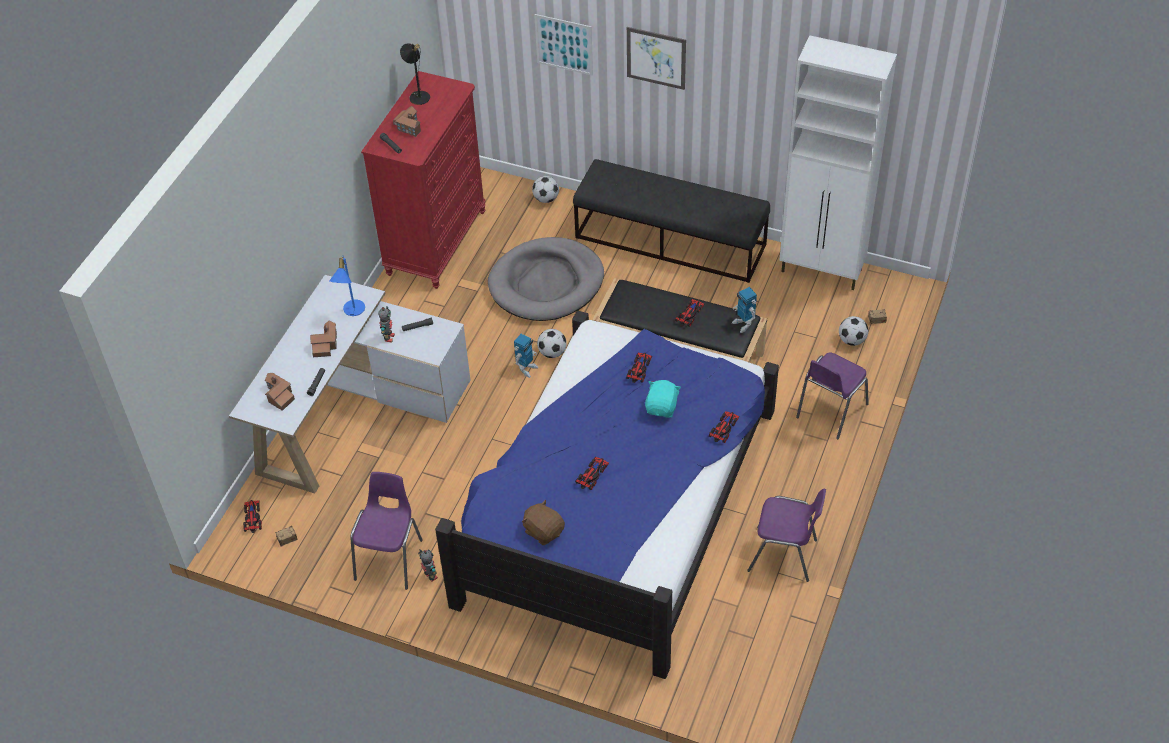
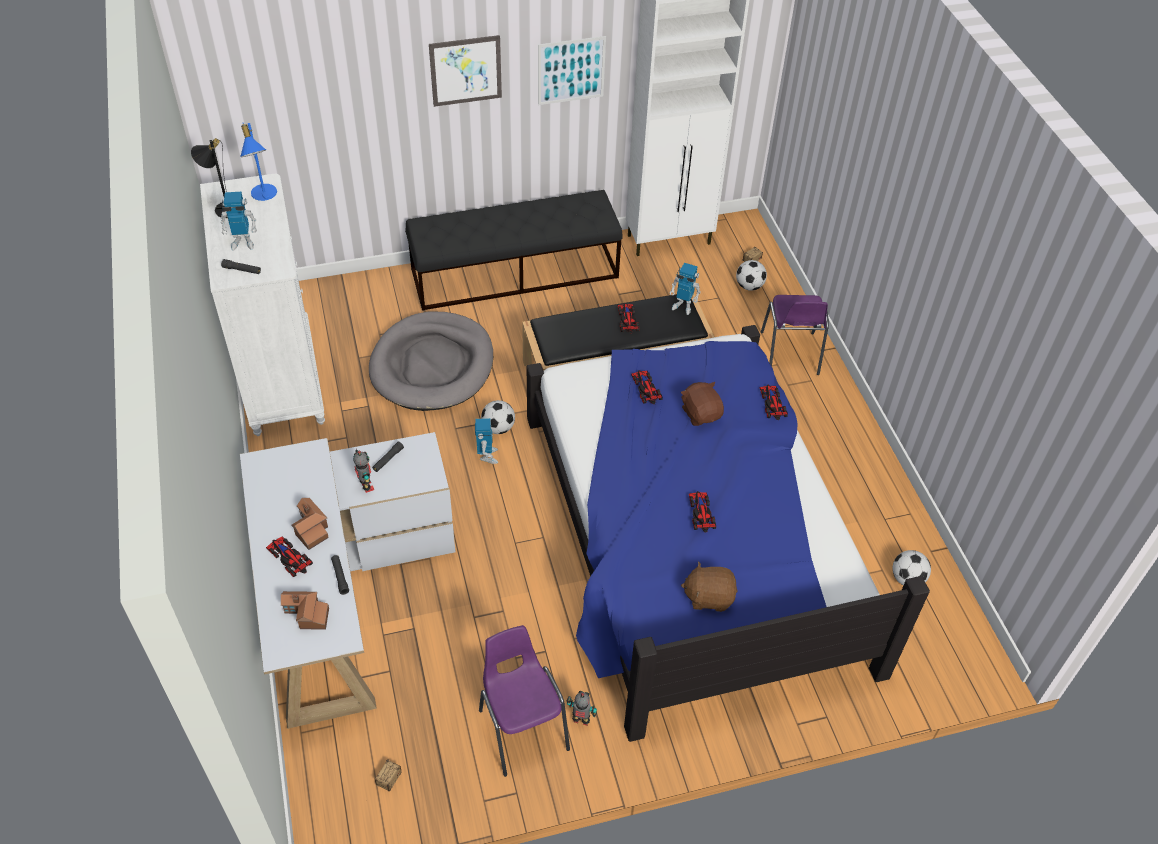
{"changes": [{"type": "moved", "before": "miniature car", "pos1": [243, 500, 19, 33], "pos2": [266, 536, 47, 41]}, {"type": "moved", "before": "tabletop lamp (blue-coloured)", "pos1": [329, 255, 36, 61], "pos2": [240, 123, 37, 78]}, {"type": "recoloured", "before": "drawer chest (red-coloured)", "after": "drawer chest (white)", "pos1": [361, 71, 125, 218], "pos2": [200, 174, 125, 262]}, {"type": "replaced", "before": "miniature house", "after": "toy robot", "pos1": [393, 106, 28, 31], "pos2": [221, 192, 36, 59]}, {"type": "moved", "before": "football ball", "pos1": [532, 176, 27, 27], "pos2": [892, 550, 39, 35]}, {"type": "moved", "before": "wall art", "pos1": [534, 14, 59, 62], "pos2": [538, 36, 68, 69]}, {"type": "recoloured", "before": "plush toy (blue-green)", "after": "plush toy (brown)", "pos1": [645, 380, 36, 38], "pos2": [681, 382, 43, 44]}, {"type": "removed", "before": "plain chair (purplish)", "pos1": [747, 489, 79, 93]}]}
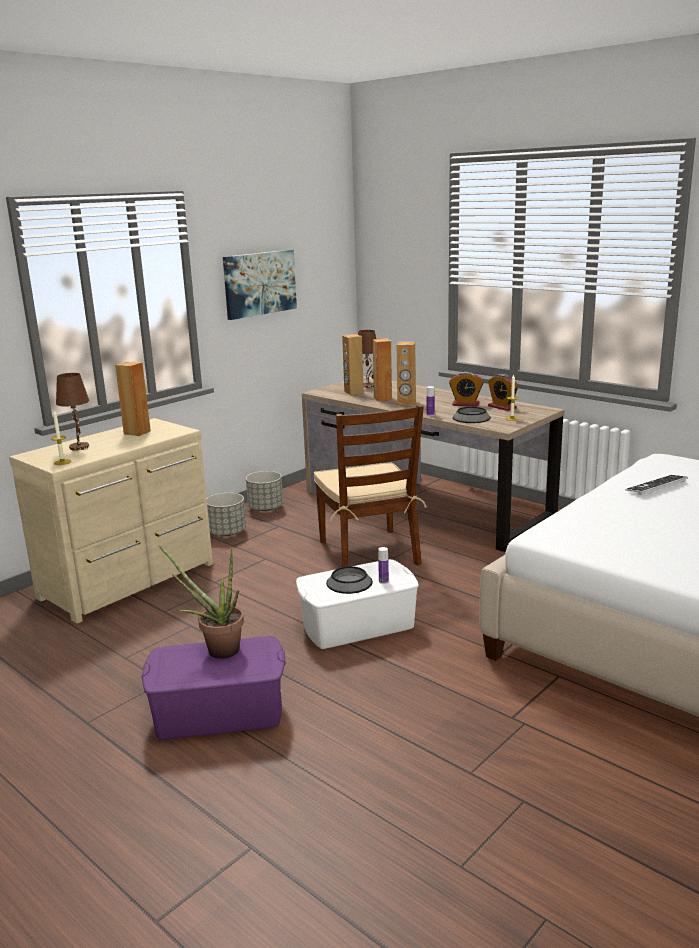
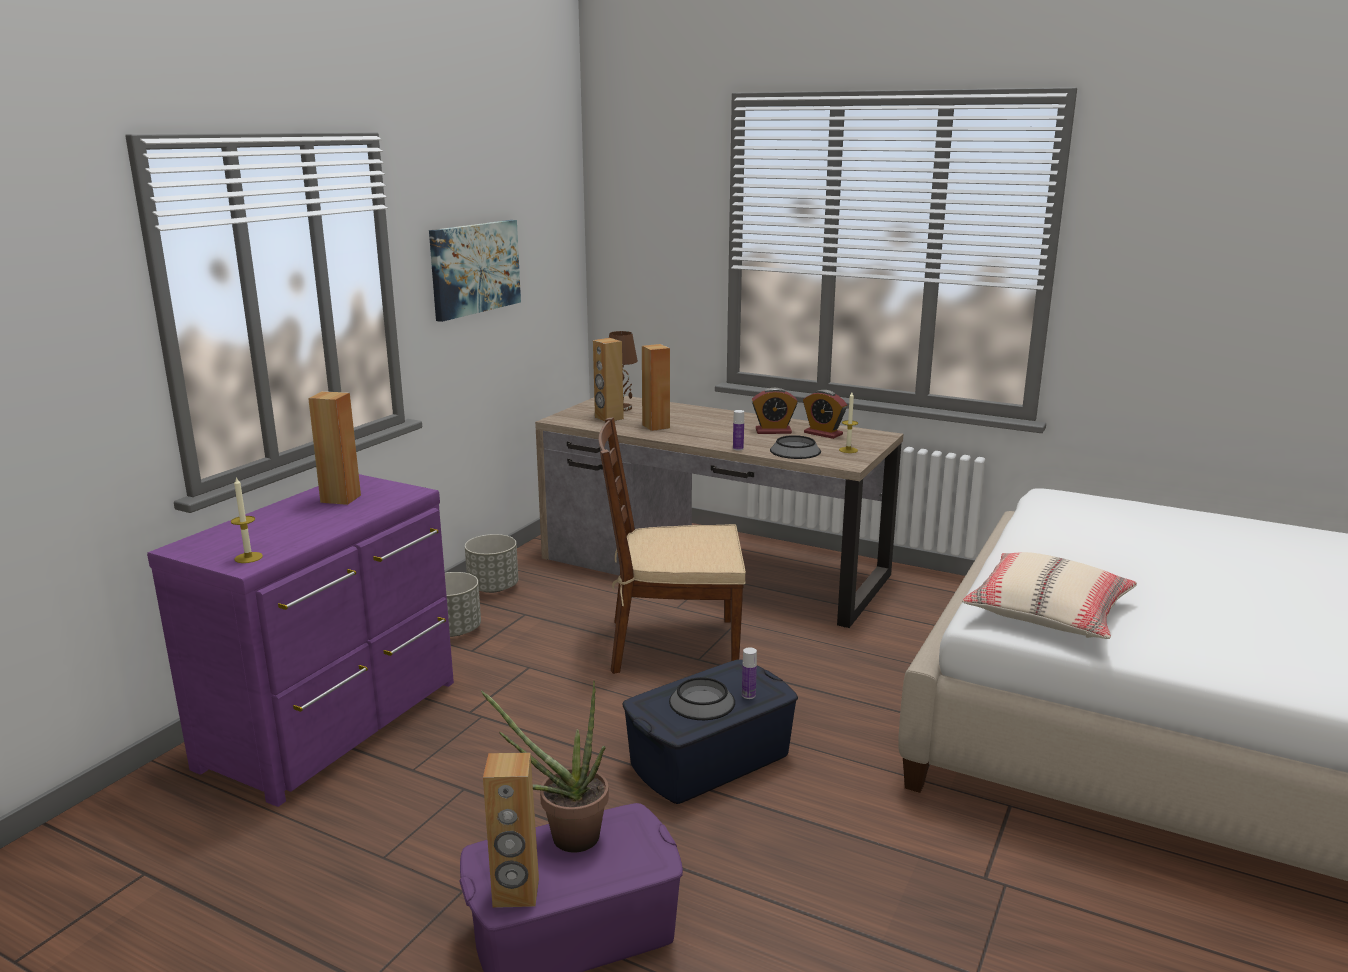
{"changes": [{"type": "recoloured", "before": "drawer chest (sand-coloured)", "after": "drawer chest (purplish)", "pos1": [9, 418, 204, 206], "pos2": [147, 474, 307, 333]}, {"type": "removed", "before": "tabletop lamp (brown)", "pos1": [56, 373, 33, 78]}, {"type": "recoloured", "before": "storage box (white)", "after": "storage box (blue-coloured)", "pos1": [296, 559, 123, 90], "pos2": [622, 659, 176, 145]}, {"type": "turned", "before": "plain chair (brown)", "pos1": [314, 405, 113, 162], "pos2": [598, 418, 148, 256], "turn": 120}, {"type": "moved", "before": "speaker (brown)", "pos1": [397, 342, 19, 63], "pos2": [483, 752, 56, 156]}, {"type": "removed", "before": "keyboard", "pos1": [625, 475, 63, 20]}, {"type": "added", "after": "throw pillow (sand-coloured)", "pos2": [962, 552, 175, 87]}]}
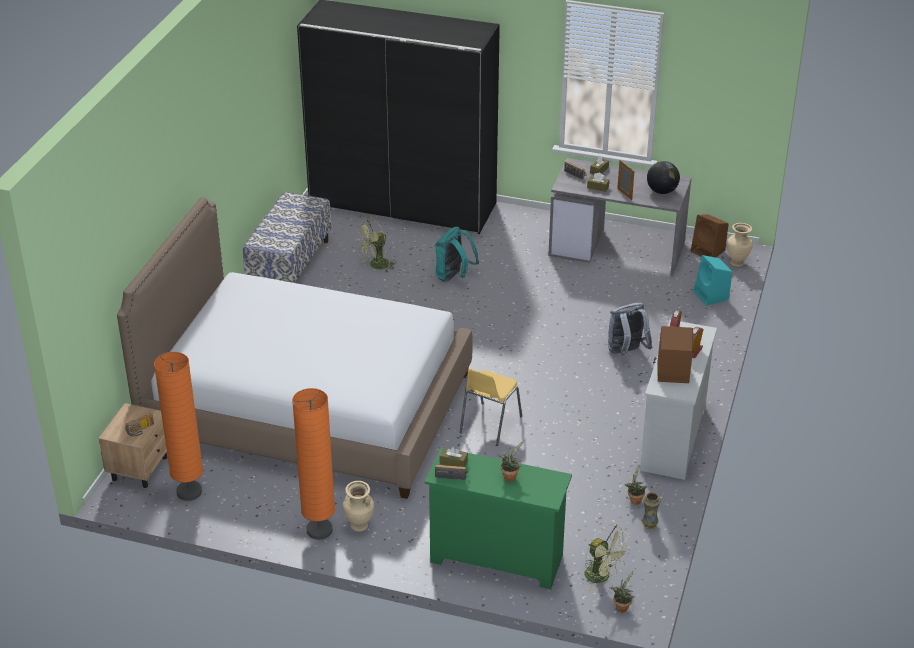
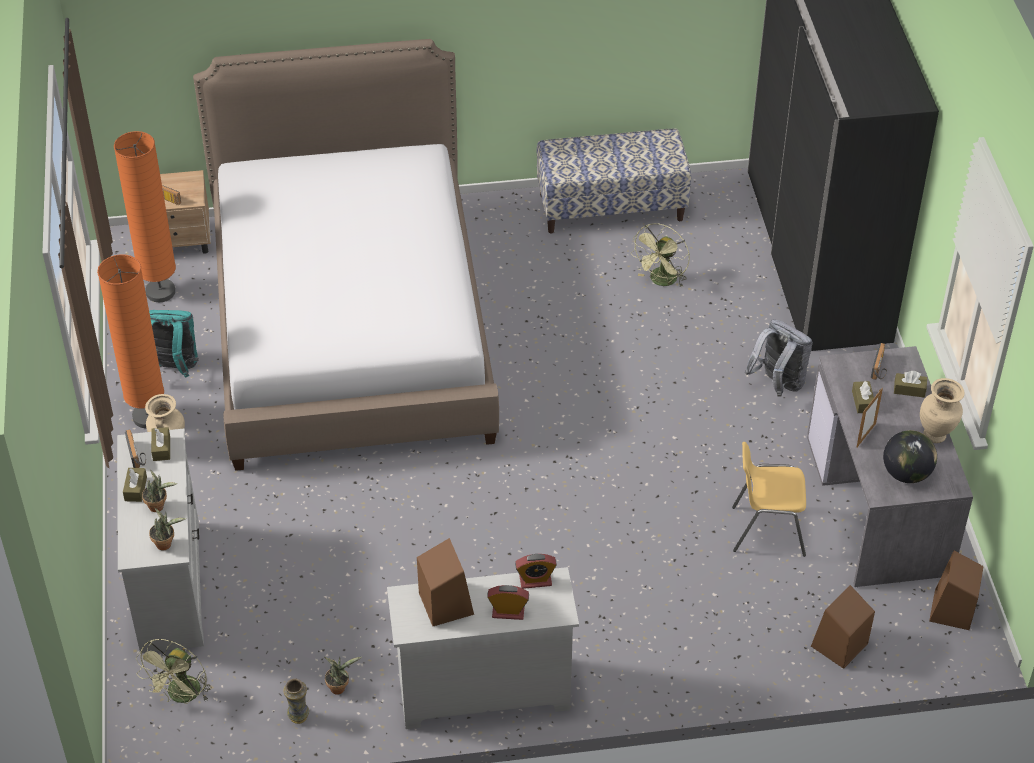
{"changes": [{"type": "turned", "before": "fan (greenish)", "pos1": [355, 219, 41, 53], "pos2": [631, 223, 59, 65], "turn": -90}, {"type": "recoloured", "before": "drawer chest (greenish)", "after": "drawer chest (white)", "pos1": [424, 447, 148, 142], "pos2": [117, 428, 87, 225]}, {"type": "moved", "before": "knapsack (blue-green)", "pos1": [435, 227, 44, 55], "pos2": [149, 310, 49, 67]}, {"type": "moved", "before": "plain chair (yellowish)", "pos1": [460, 369, 62, 77], "pos2": [732, 442, 74, 115]}, {"type": "moved", "before": "knapsack (gray)", "pos1": [608, 303, 45, 53], "pos2": [745, 319, 68, 78]}, {"type": "moved", "before": "plant in a pot", "pos1": [610, 571, 25, 41], "pos2": [149, 508, 37, 42]}, {"type": "recoloured", "before": "speaker (blue-green)", "after": "speaker (brown)", "pos1": [694, 255, 38, 51], "pos2": [811, 585, 64, 84]}, {"type": "moved", "before": "vase (sand-coloured)", "pos1": [727, 223, 26, 44], "pos2": [920, 378, 45, 65]}, {"type": "added", "after": "tissue holder (brown)", "pos2": [123, 468, 24, 34]}]}
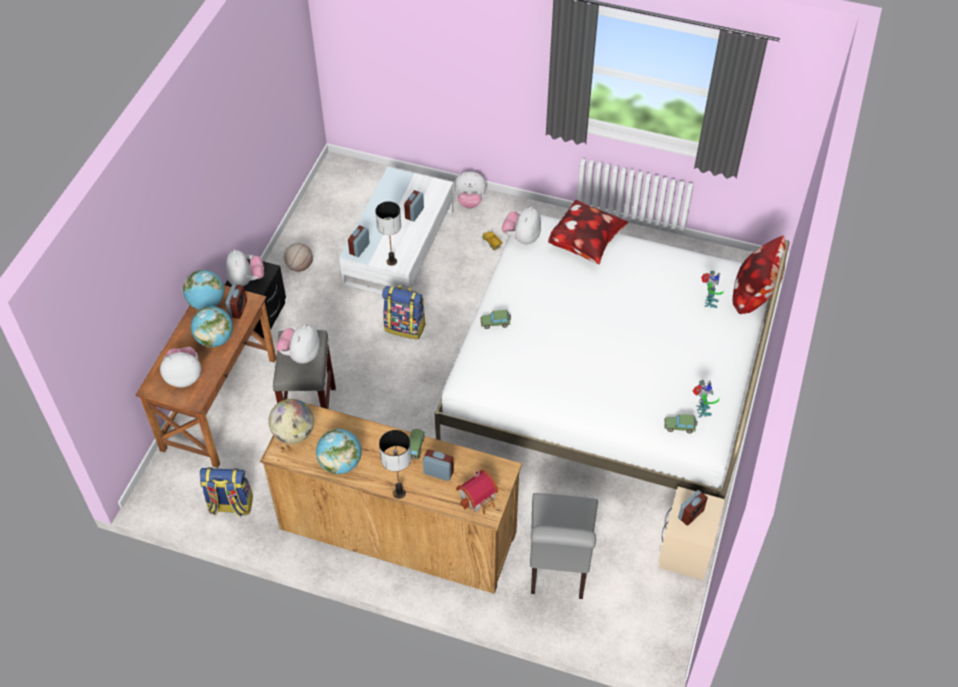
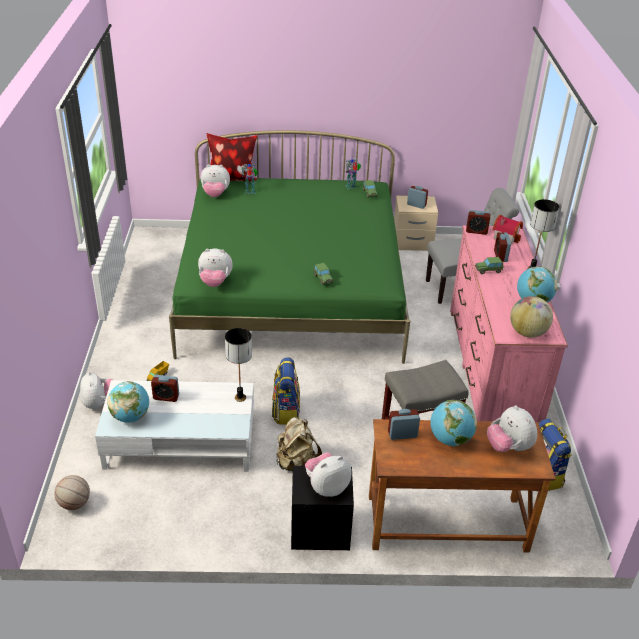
{"changes": [{"type": "moved", "before": "globe", "pos1": [183, 270, 41, 40], "pos2": [107, 381, 42, 42]}, {"type": "recoloured", "before": "drawer chest (brown)", "after": "drawer chest (pinkish)", "pos1": [260, 402, 262, 192], "pos2": [450, 225, 118, 198]}, {"type": "moved", "before": "plush toy", "pos1": [276, 324, 43, 40], "pos2": [201, 164, 29, 33]}, {"type": "moved", "before": "basketball", "pos1": [284, 243, 29, 29], "pos2": [54, 475, 36, 35]}, {"type": "moved", "before": "table clock", "pos1": [348, 225, 22, 32], "pos2": [466, 210, 24, 25]}, {"type": "recoloured", "before": "bedroom bed (white)", "after": "bedroom bed (greenish)", "pos1": [435, 215, 355, 284], "pos2": [169, 130, 241, 234]}, {"type": "removed", "before": "throw pillow", "pos1": [548, 200, 80, 64]}, {"type": "added", "after": "knapsack (sand-coloured)", "pos2": [276, 417, 46, 54]}]}
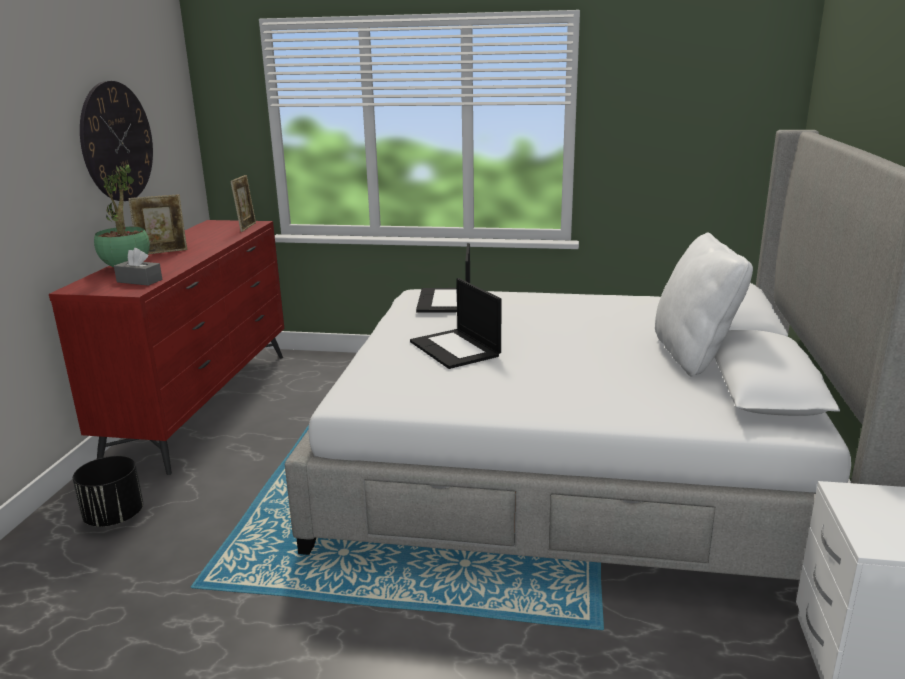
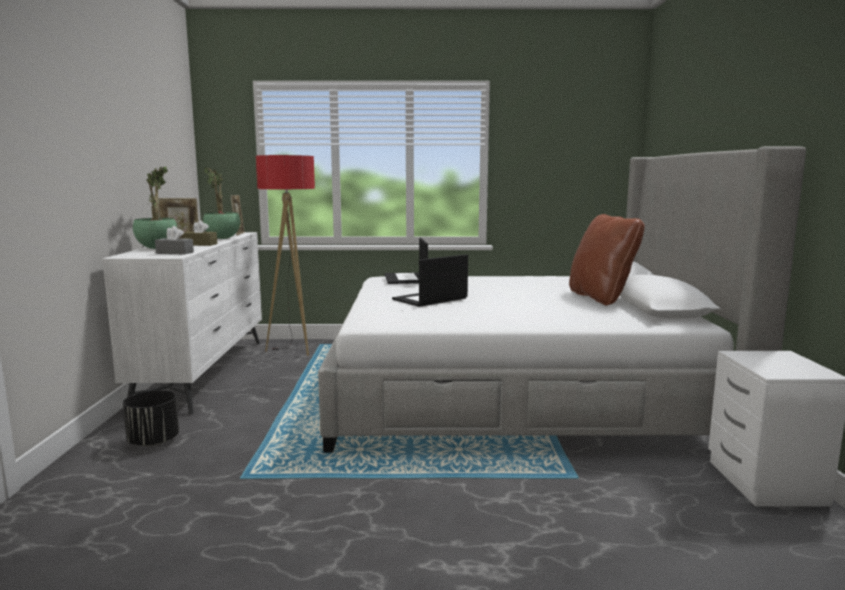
{"changes": [{"type": "recoloured", "before": "drawer chest (red-coloured)", "after": "drawer chest (white)", "pos1": [49, 220, 236, 255], "pos2": [102, 232, 160, 183]}, {"type": "removed", "before": "wall clock", "pos1": [80, 81, 73, 120]}, {"type": "turned", "before": "laptop", "pos1": [410, 278, 92, 91], "pos2": [392, 254, 76, 53], "turn": 90}, {"type": "recoloured", "before": "throw pillow (white)", "after": "throw pillow (brown)", "pos1": [655, 232, 98, 144], "pos2": [569, 214, 76, 92]}, {"type": "added", "after": "tissue holder (brown)", "pos2": [183, 220, 34, 26]}, {"type": "added", "after": "plant in a pot", "pos2": [203, 167, 37, 72]}, {"type": "added", "after": "floor lamp", "pos2": [256, 155, 59, 201]}]}
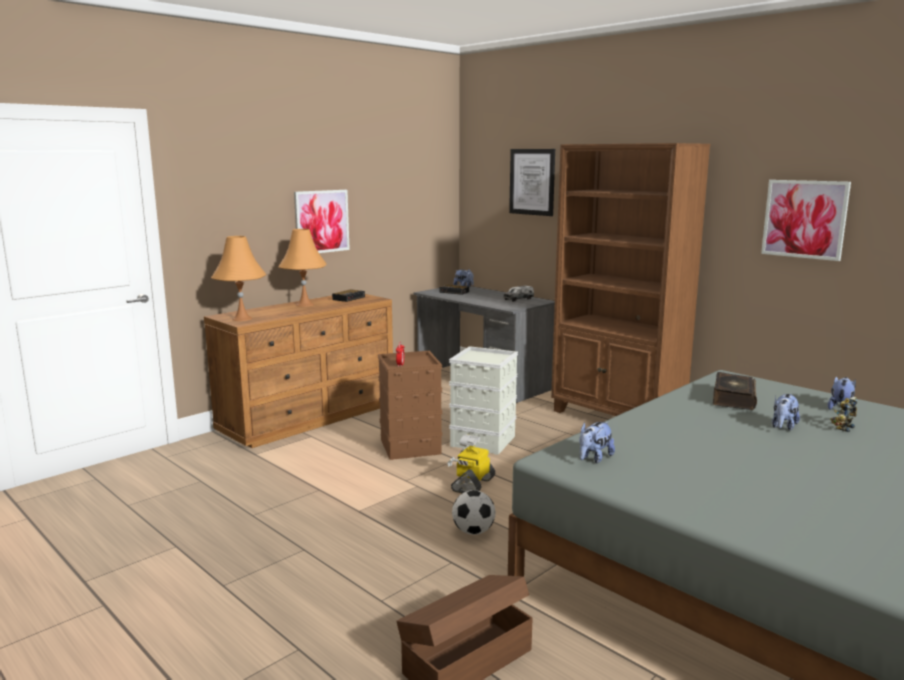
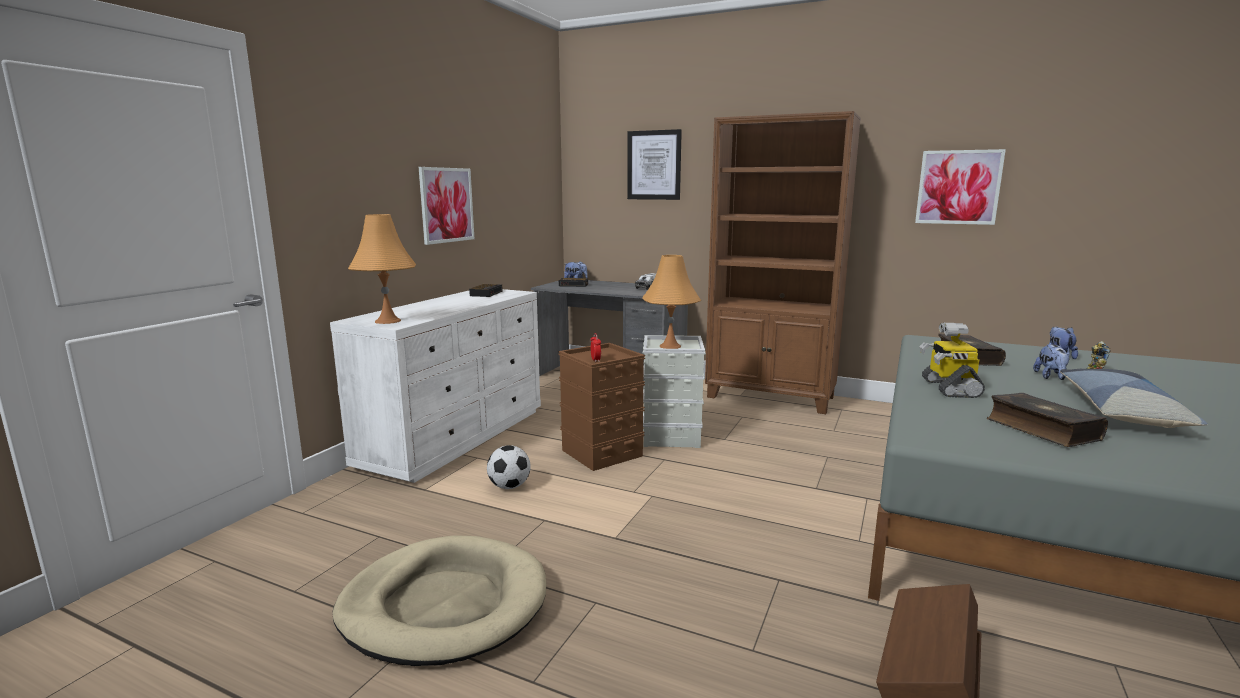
{"changes": [{"type": "recoloured", "before": "drawer chest (brown)", "after": "drawer chest (white)", "pos1": [204, 294, 189, 154], "pos2": [330, 289, 211, 194]}, {"type": "moved", "before": "tabletop lamp (orange)", "pos1": [278, 229, 49, 78], "pos2": [642, 255, 59, 94]}, {"type": "moved", "before": "toy robot", "pos1": [447, 434, 49, 59], "pos2": [920, 323, 65, 75]}, {"type": "moved", "before": "football ball", "pos1": [452, 490, 43, 45], "pos2": [487, 445, 44, 44]}, {"type": "removed", "before": "plush toy", "pos1": [579, 422, 36, 41]}, {"type": "added", "after": "pet bed (sand-coloured)", "pos2": [332, 536, 214, 130]}, {"type": "added", "after": "volume", "pos2": [987, 393, 121, 54]}, {"type": "added", "after": "throw pillow", "pos2": [1060, 369, 148, 59]}]}
